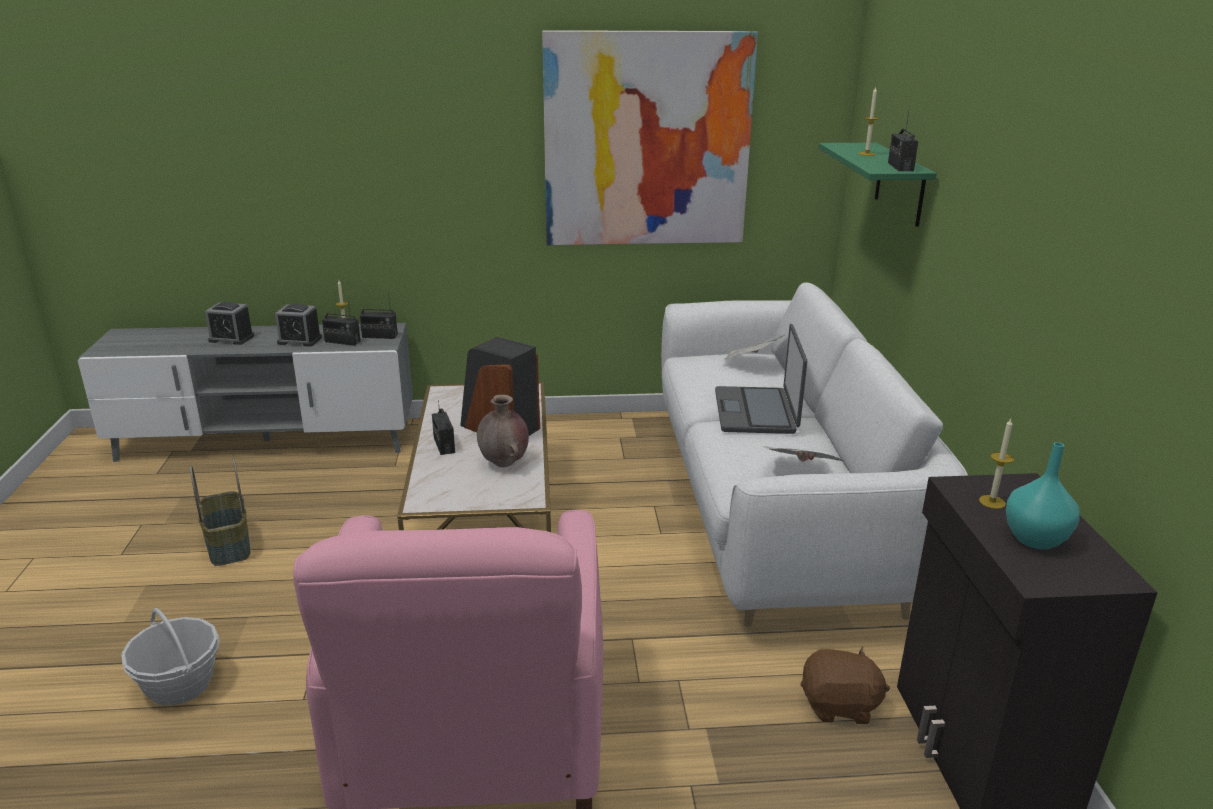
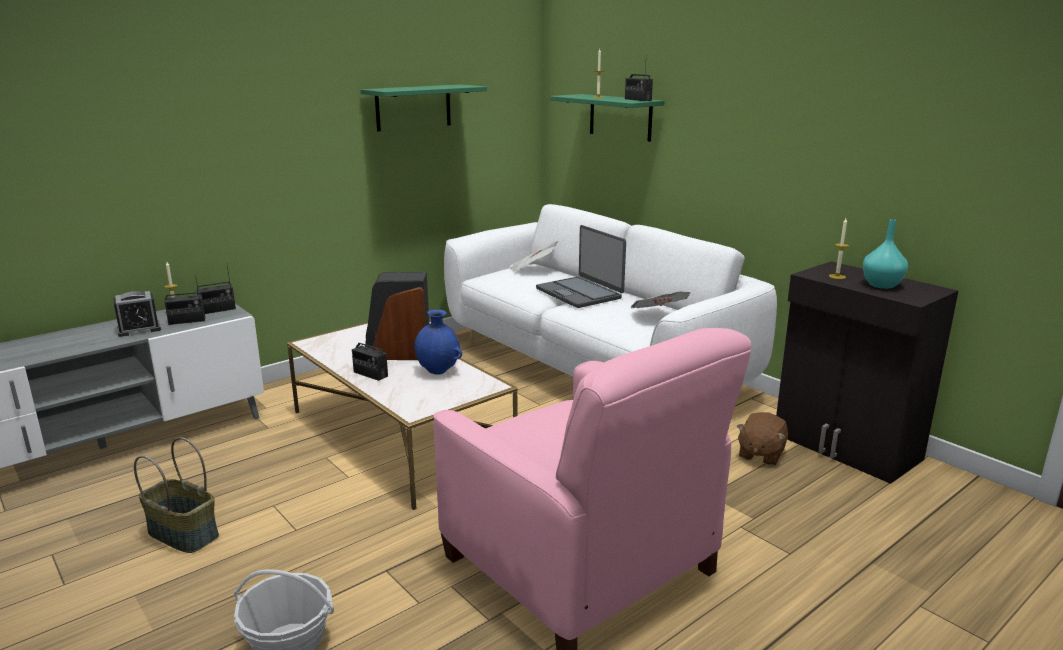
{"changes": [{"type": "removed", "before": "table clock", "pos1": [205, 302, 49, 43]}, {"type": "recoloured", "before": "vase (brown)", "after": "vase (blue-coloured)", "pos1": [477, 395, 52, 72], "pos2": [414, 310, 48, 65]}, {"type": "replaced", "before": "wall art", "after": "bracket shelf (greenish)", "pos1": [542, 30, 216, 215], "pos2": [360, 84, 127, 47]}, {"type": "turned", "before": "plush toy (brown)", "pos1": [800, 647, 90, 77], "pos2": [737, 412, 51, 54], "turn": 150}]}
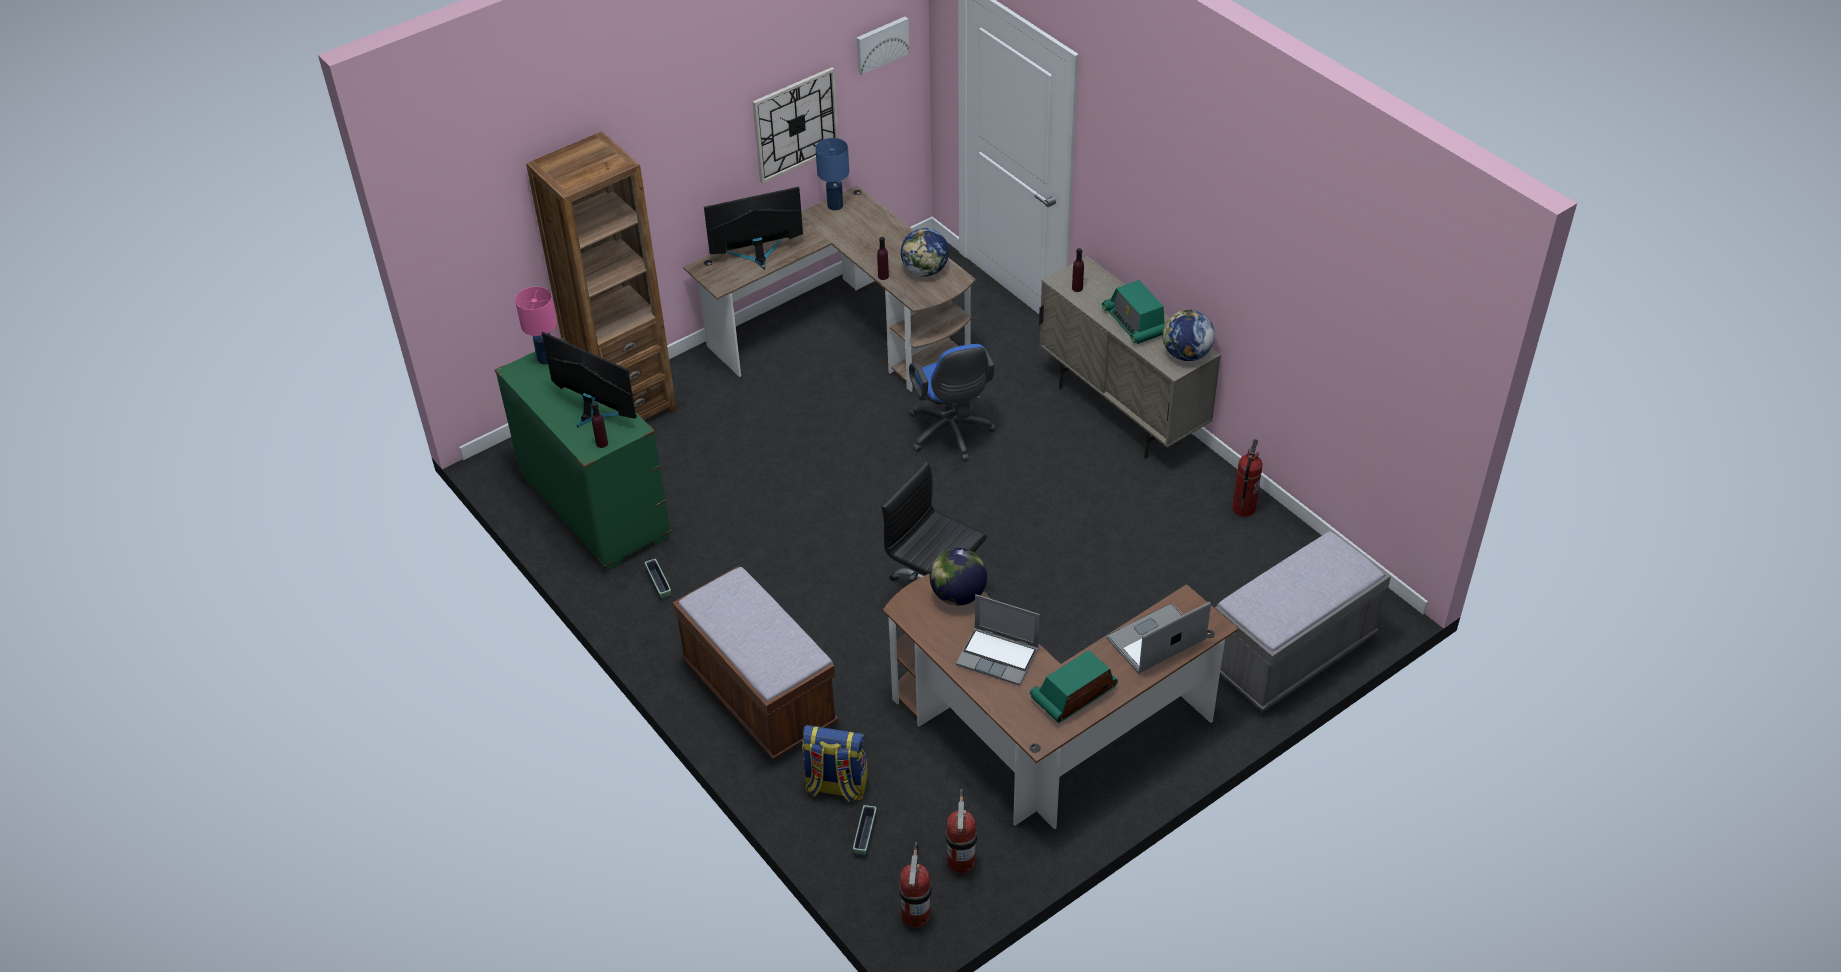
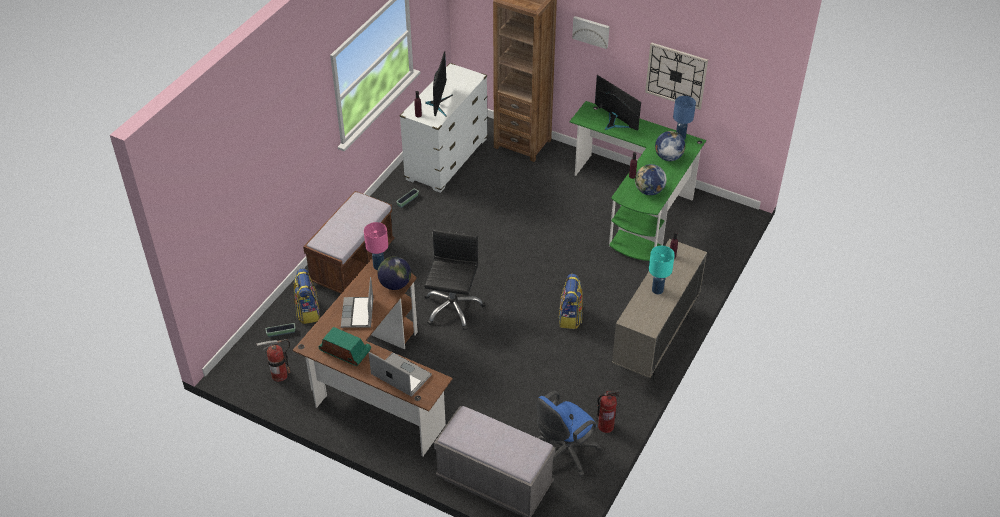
{"changes": [{"type": "recoloured", "before": "drawer chest (greenish)", "after": "drawer chest (white)", "pos1": [495, 338, 176, 233], "pos2": [400, 63, 88, 130]}, {"type": "moved", "before": "tabletop lamp (pinkish)", "pos1": [515, 287, 42, 78], "pos2": [364, 222, 24, 48]}, {"type": "recoloured", "before": "desk unit (brown)", "after": "desk unit (greenish)", "pos1": [683, 186, 292, 206], "pos2": [570, 101, 136, 160]}, {"type": "moved", "before": "wall art", "pos1": [856, 17, 53, 58], "pos2": [572, 16, 38, 33]}, {"type": "removed", "before": "extinguisher", "pos1": [899, 842, 33, 86]}, {"type": "moved", "before": "office chair (blue-coloured)", "pos1": [909, 344, 87, 117], "pos2": [537, 391, 64, 86]}, {"type": "replaced", "before": "radio", "after": "tabletop lamp (blue-green)", "pos1": [1102, 280, 63, 64], "pos2": [649, 246, 26, 49]}, {"type": "moved", "before": "globe", "pos1": [1163, 310, 52, 51], "pos2": [655, 131, 30, 30]}, {"type": "added", "after": "knapsack", "pos2": [559, 274, 24, 55]}]}
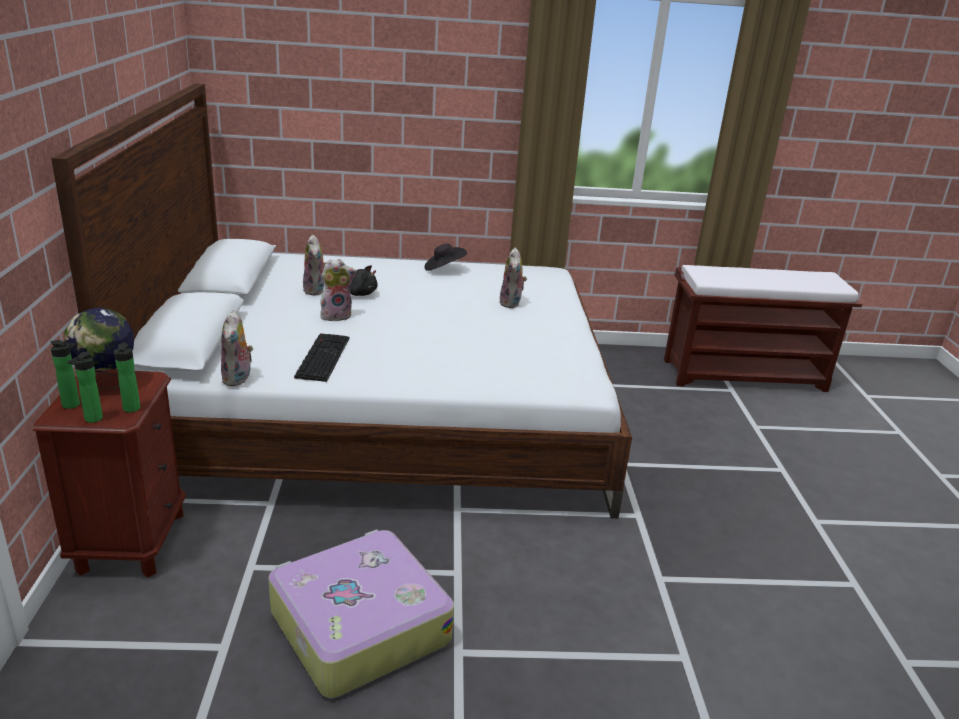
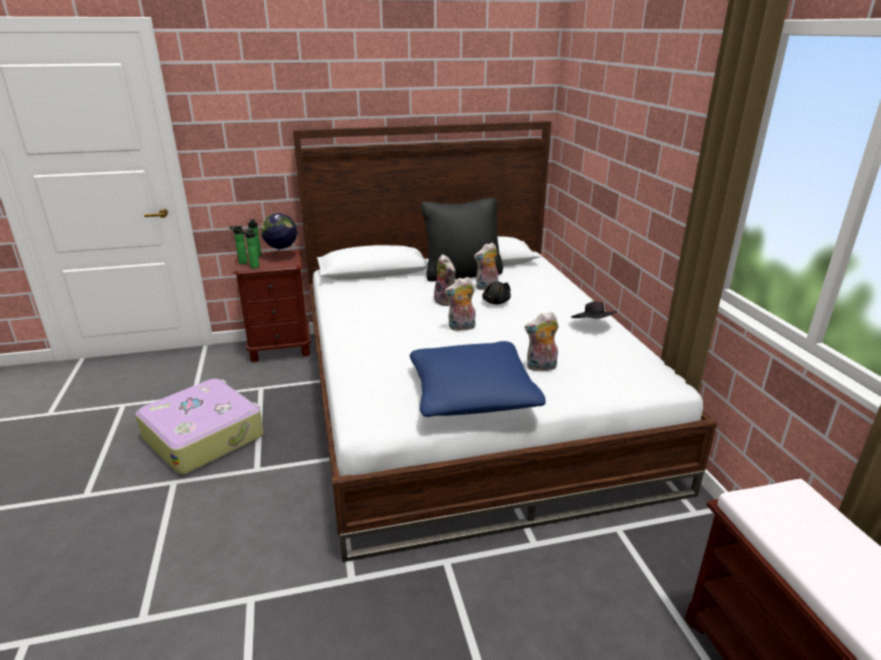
{"changes": [{"type": "moved", "before": "plush toy", "pos1": [221, 310, 32, 76], "pos2": [444, 277, 32, 54]}, {"type": "removed", "before": "keyboard", "pos1": [294, 333, 55, 49]}, {"type": "added", "after": "throw pillow (blue-coloured)", "pos2": [410, 341, 135, 76]}, {"type": "added", "after": "throw pillow (black-coloured)", "pos2": [421, 198, 82, 84]}]}
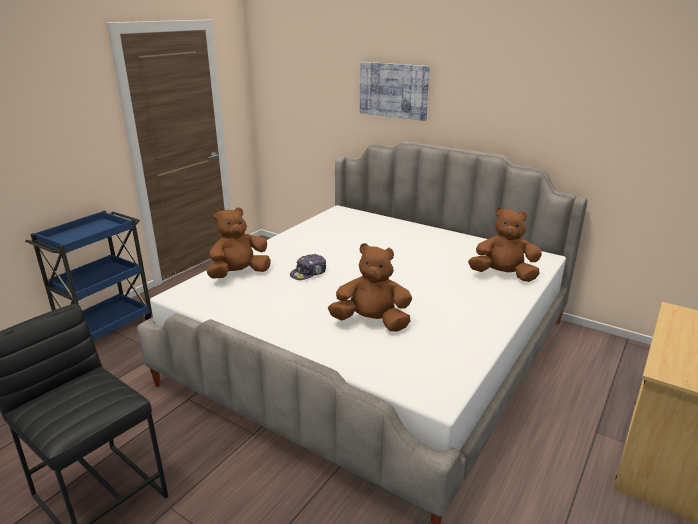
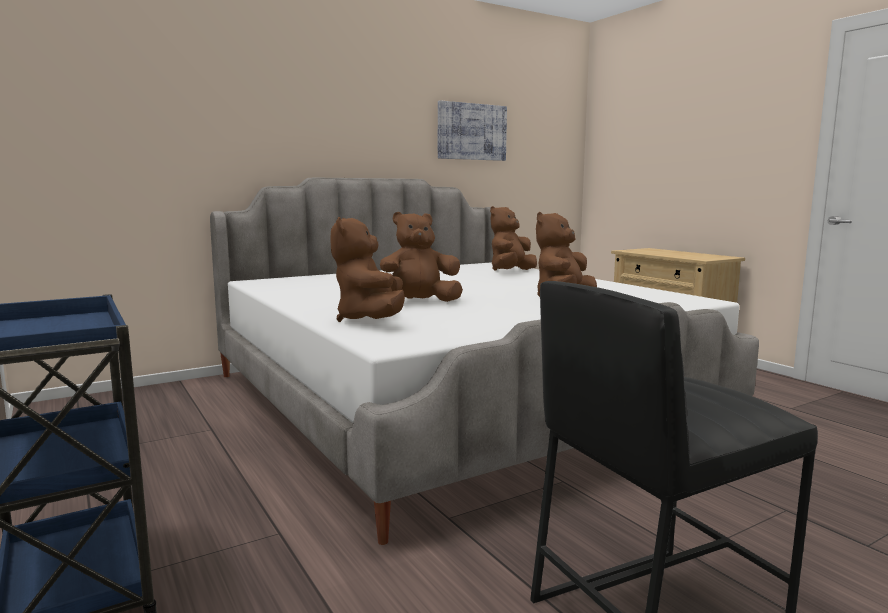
{"changes": [{"type": "replaced", "before": "cap", "after": "plush toy (brown)", "pos1": [290, 254, 36, 26], "pos2": [380, 212, 83, 90]}, {"type": "moved", "before": "wall art", "pos1": [360, 62, 70, 59], "pos2": [438, 100, 69, 61]}]}
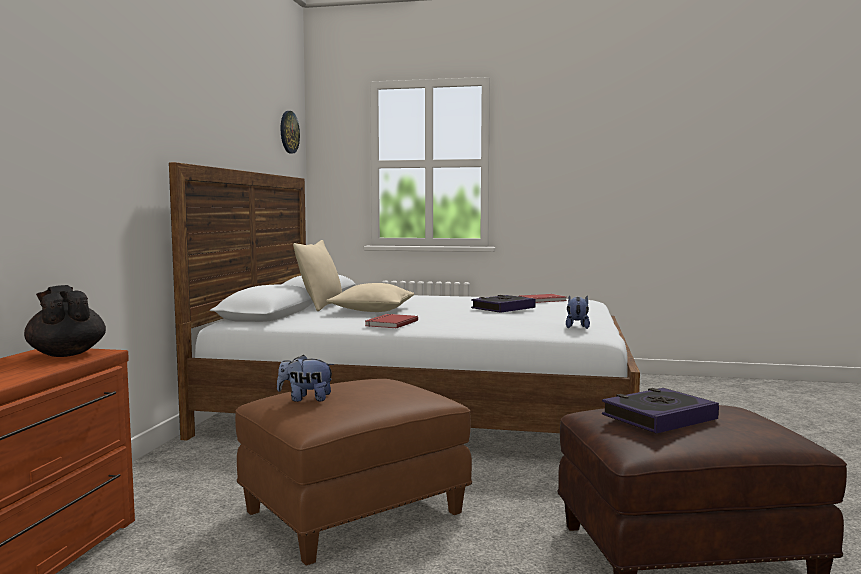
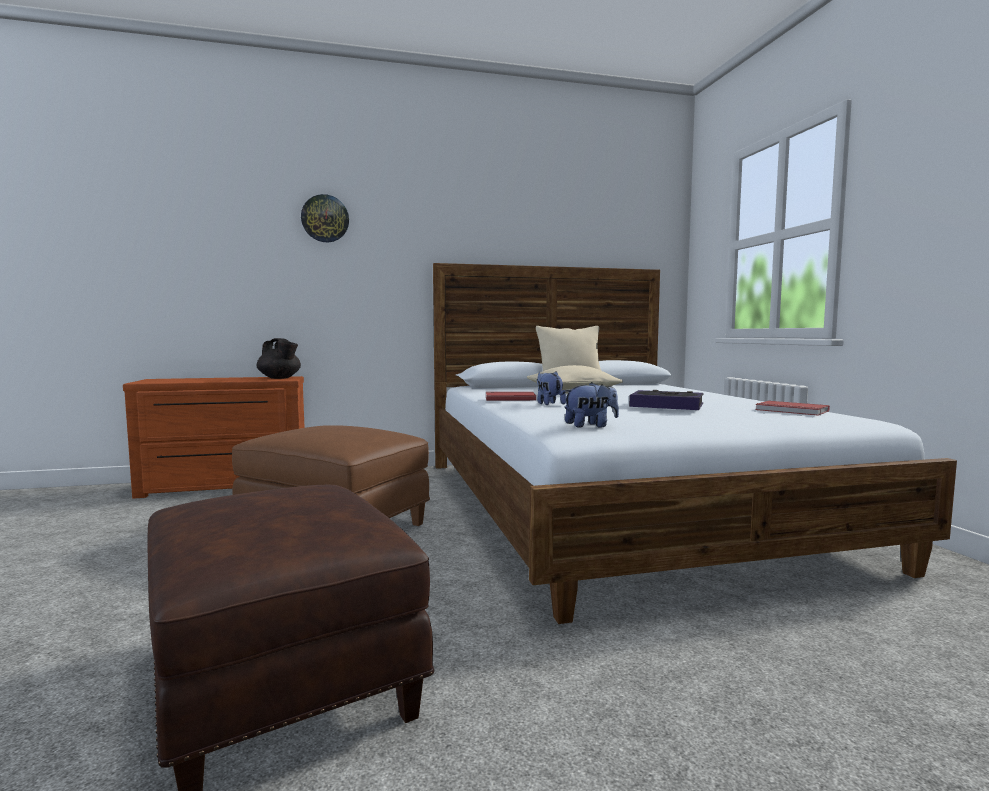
{"changes": [{"type": "turned", "before": "tea pot (black-coloured)", "pos1": [24, 285, 82, 72], "pos2": [256, 338, 45, 41], "turn": 105}, {"type": "moved", "before": "plush toy", "pos1": [277, 355, 58, 47], "pos2": [537, 371, 29, 34]}, {"type": "moved", "before": "wall clock", "pos1": [281, 111, 19, 43], "pos2": [301, 194, 48, 48]}, {"type": "removed", "before": "volume", "pos1": [602, 388, 117, 46]}]}
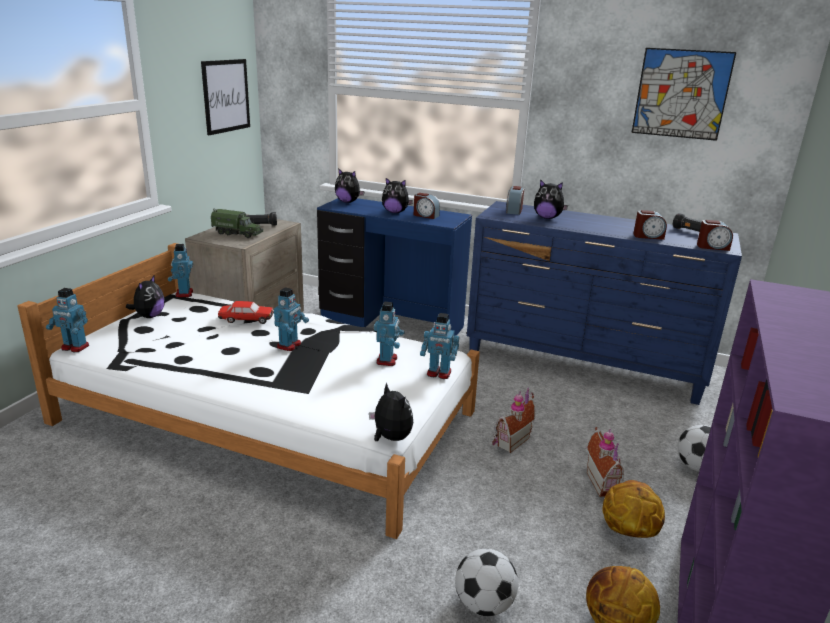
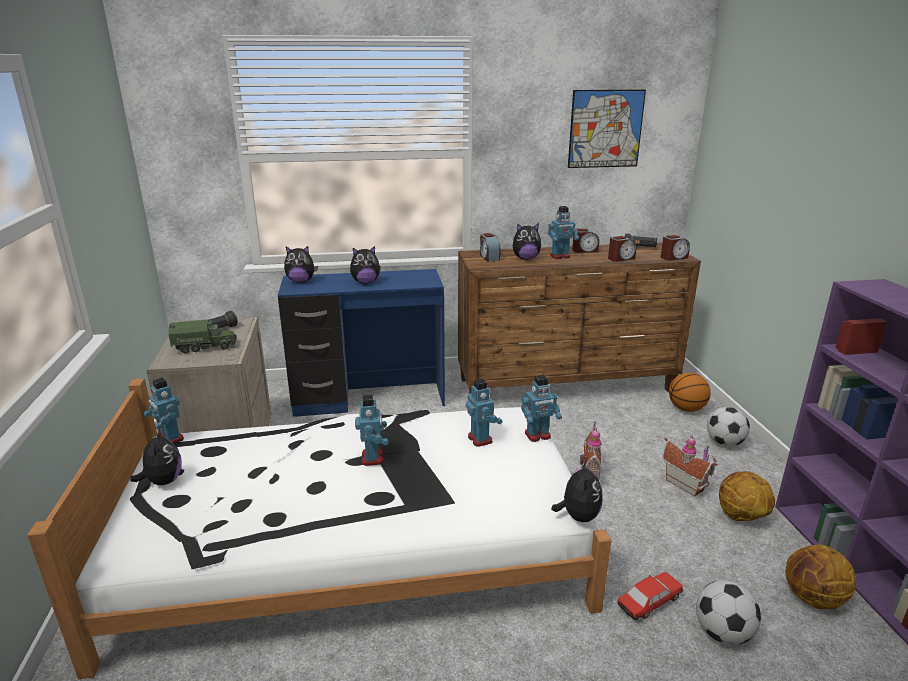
{"changes": [{"type": "moved", "before": "toy robot", "pos1": [46, 288, 43, 64], "pos2": [548, 206, 31, 53]}, {"type": "removed", "before": "wall art", "pos1": [201, 59, 49, 76]}, {"type": "moved", "before": "miniature car", "pos1": [218, 301, 55, 23], "pos2": [617, 572, 66, 48]}, {"type": "turned", "before": "plush toy", "pos1": [369, 382, 44, 59], "pos2": [551, 459, 52, 63], "turn": 75}, {"type": "moved", "before": "table clock", "pos1": [414, 193, 26, 26], "pos2": [572, 229, 27, 24]}, {"type": "recoloured", "before": "drawer chest (blue-coloured)", "after": "drawer chest (brown)", "pos1": [467, 201, 275, 204], "pos2": [458, 242, 243, 152]}, {"type": "added", "after": "basketball", "pos2": [669, 373, 42, 39]}]}
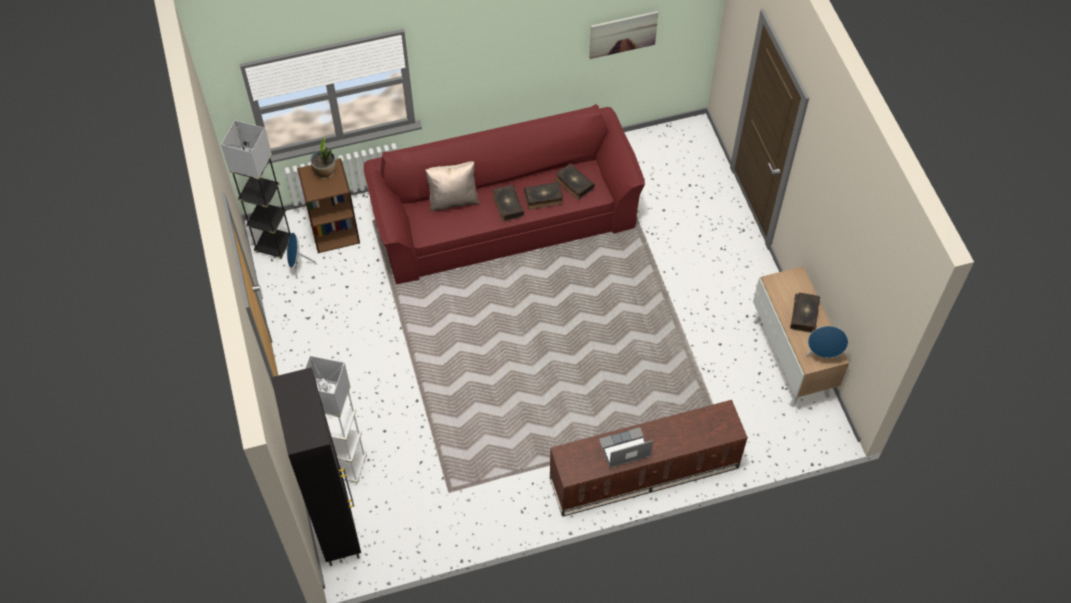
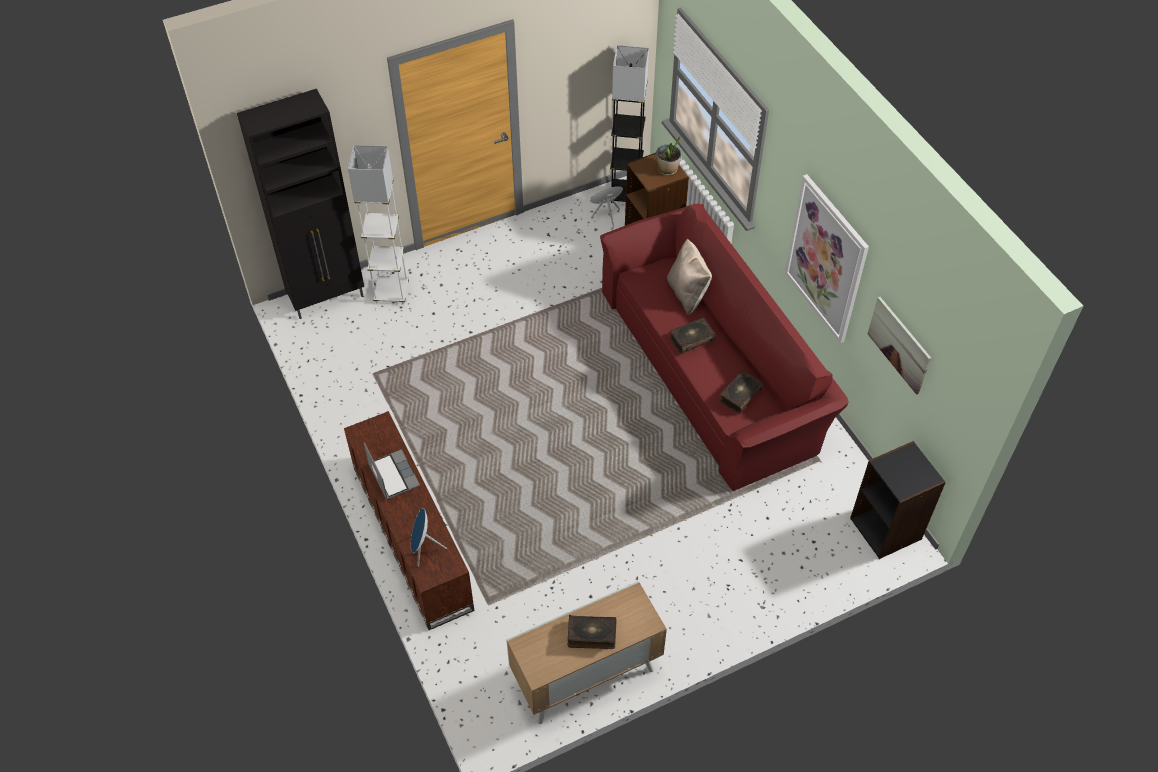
{"changes": [{"type": "removed", "before": "volume", "pos1": [524, 182, 39, 28]}, {"type": "moved", "before": "speaker (blue-coloured)", "pos1": [805, 326, 43, 36], "pos2": [411, 508, 36, 59]}, {"type": "added", "after": "wall art", "pos2": [785, 174, 84, 169]}, {"type": "added", "after": "shelving unit (black-coloured)", "pos2": [850, 441, 96, 118]}]}
